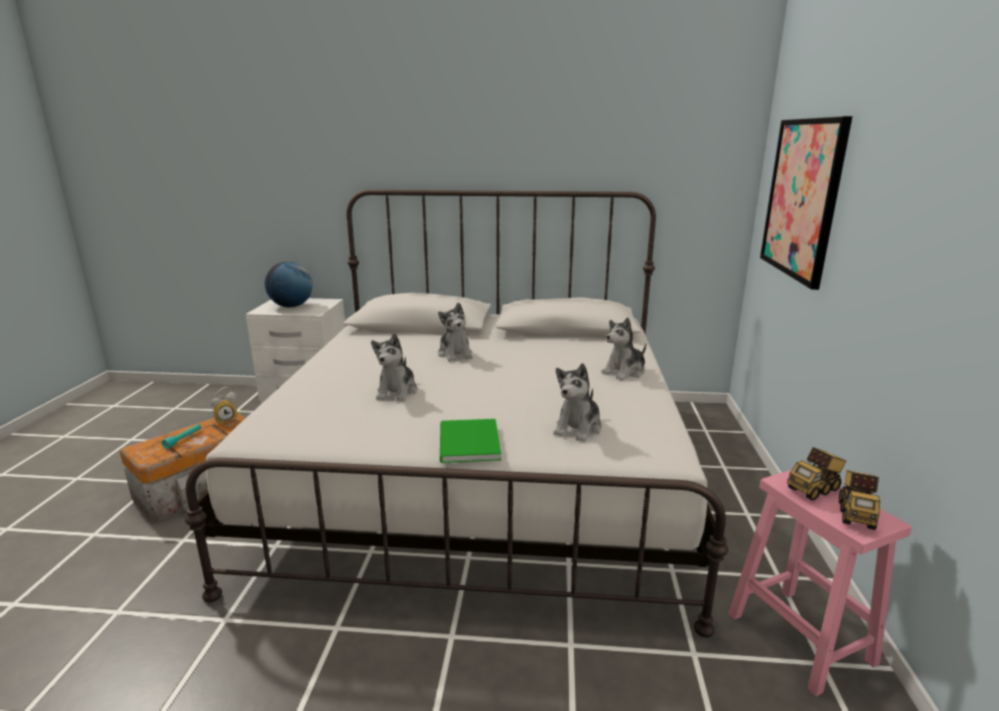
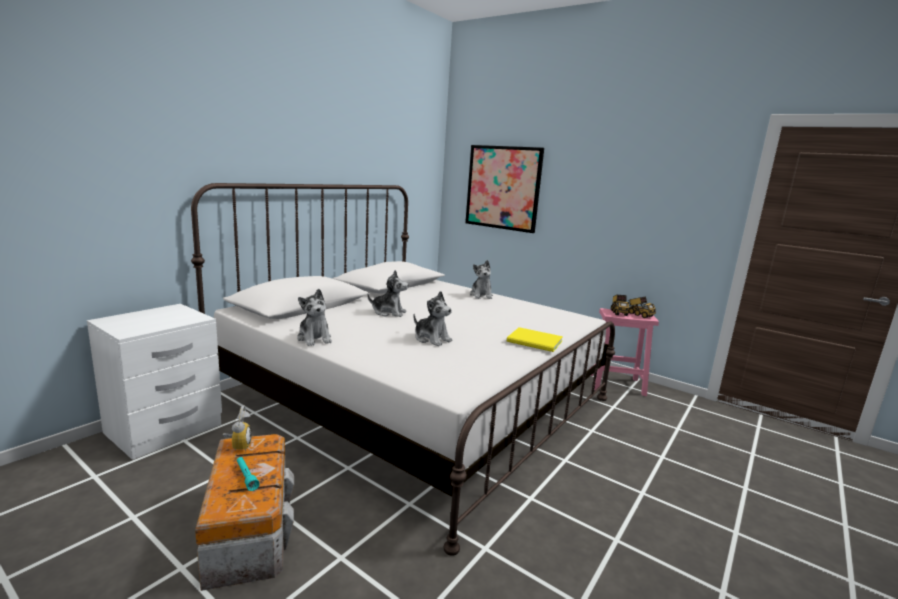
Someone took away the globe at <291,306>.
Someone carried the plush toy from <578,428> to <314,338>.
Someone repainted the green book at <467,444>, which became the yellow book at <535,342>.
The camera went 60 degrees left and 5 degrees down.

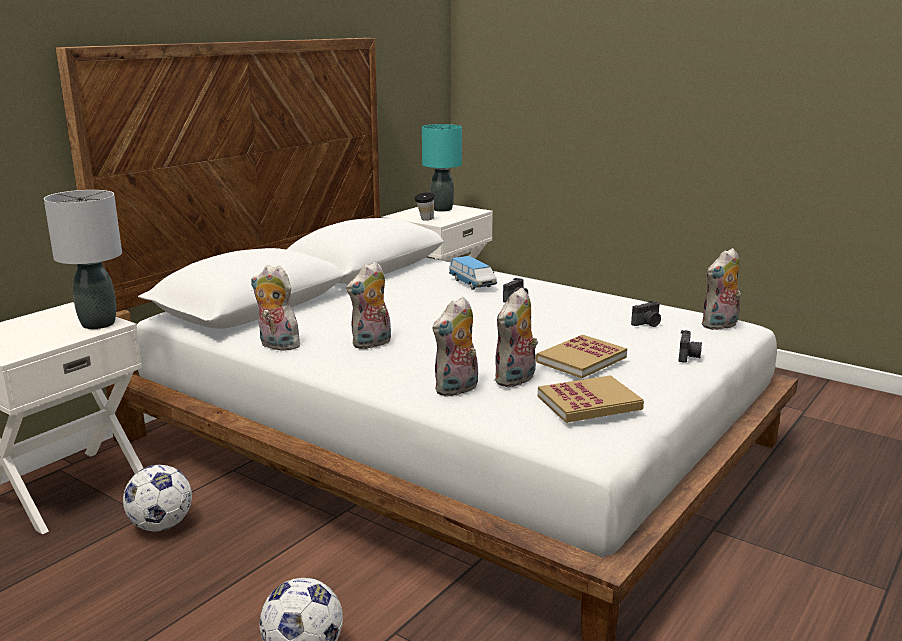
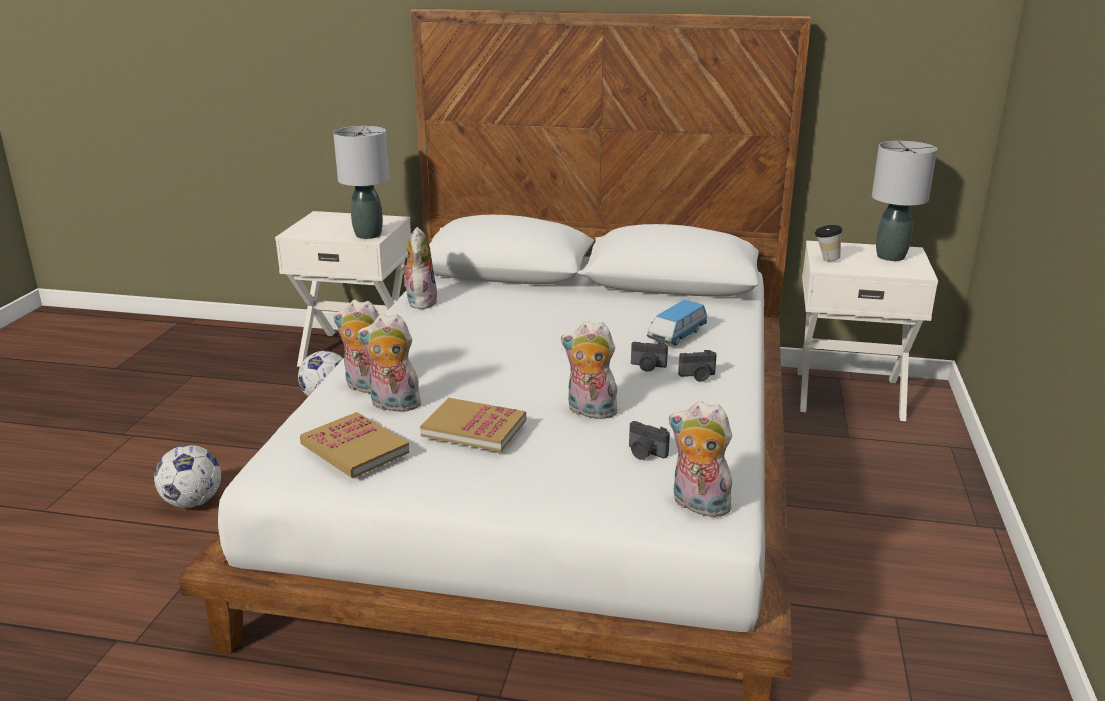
Someone repainted the turquoise table lamp at <441,209>, which became the grey table lamp at <891,256>.
Someone carried the plush toy from <372,344> to <589,412>.
Someone carried the photo camera from <689,356> to <698,376>.
The camera went 65 degrees right and 5 degrees up.

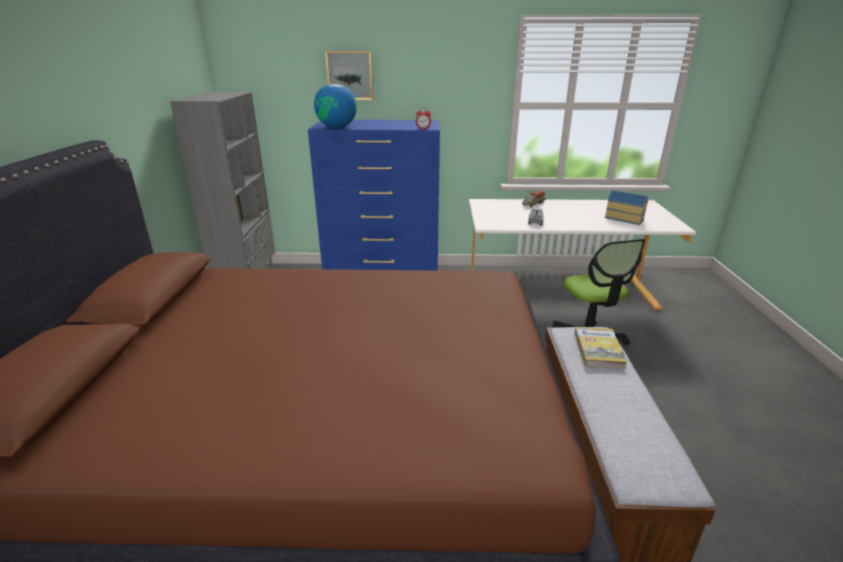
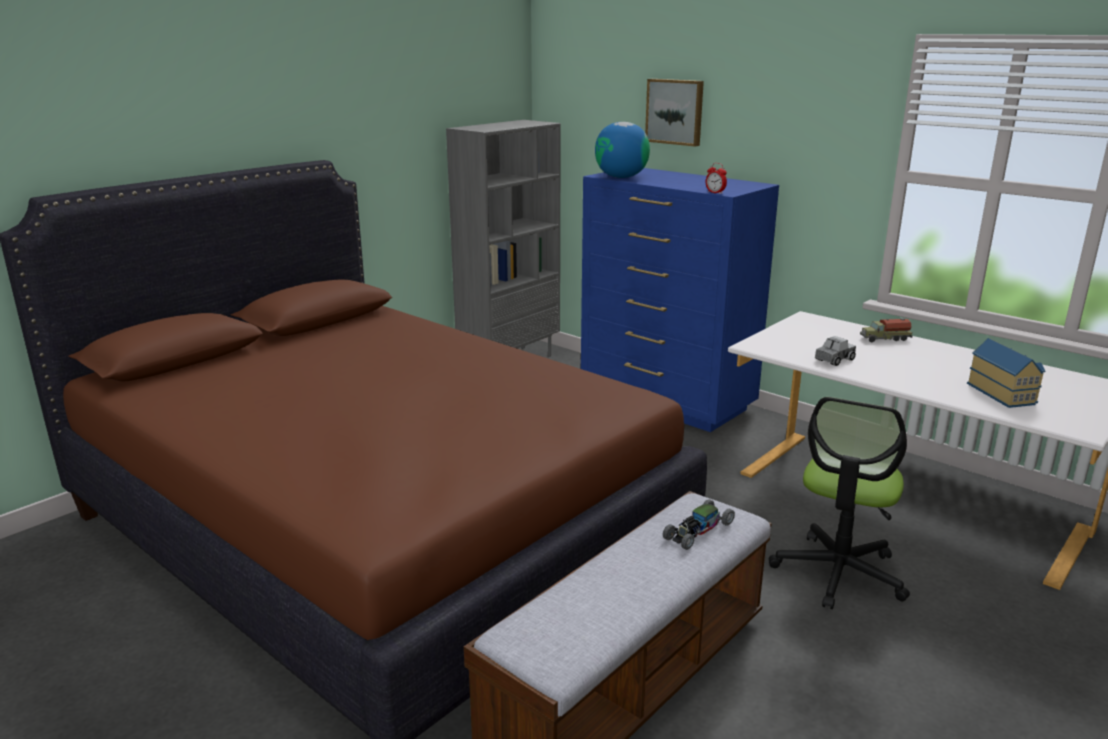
Someone swapped the book at <598,350> for the toy car at <698,531>.
The camera went 40 degrees right and 5 degrees down.

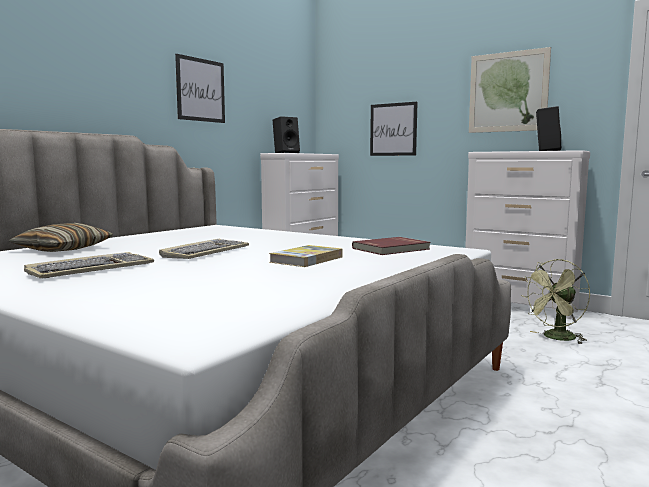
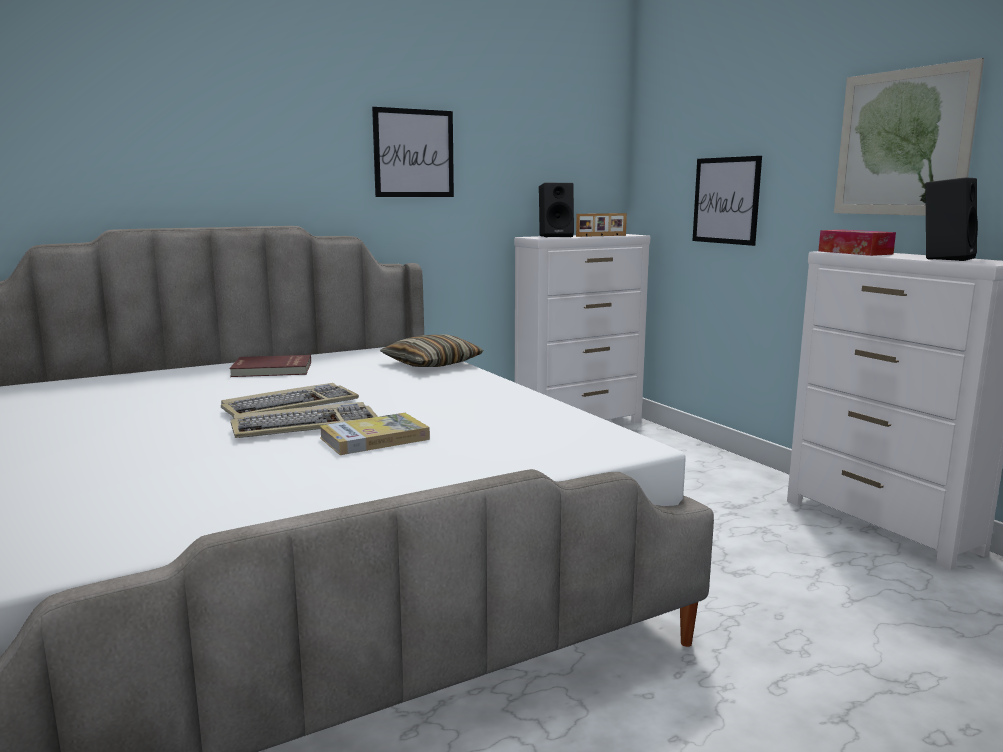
Someone carried the pillow from <63,249> to <432,364>.
Someone carried the red book from <392,249> to <272,370>.
Someone carried the keyboard from <91,269> to <306,425>.
Someone took away the green fan at <556,338>.
Someone put down the picture frame at <601,236>.
Someone put down the tissue box at <854,252>.
The camera went 25 degrees right and 5 degrees up.

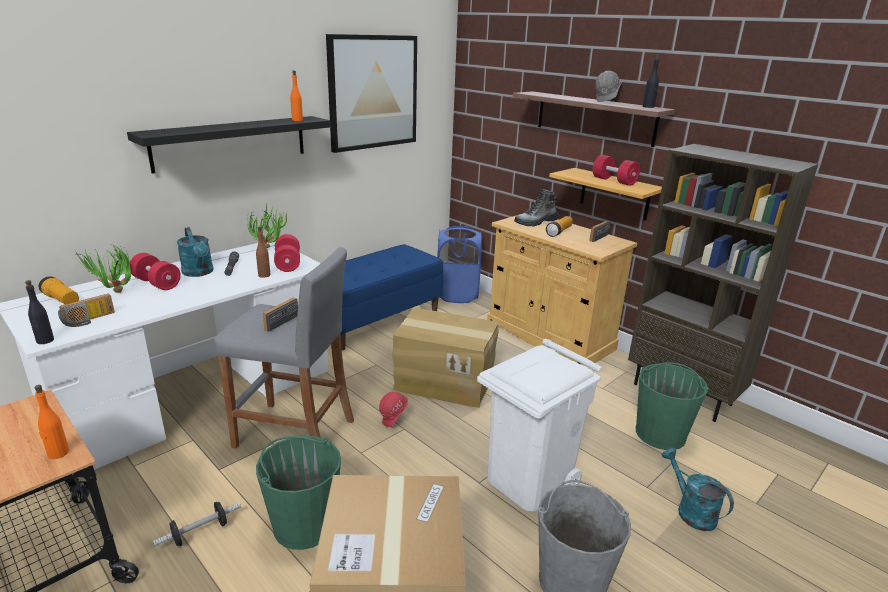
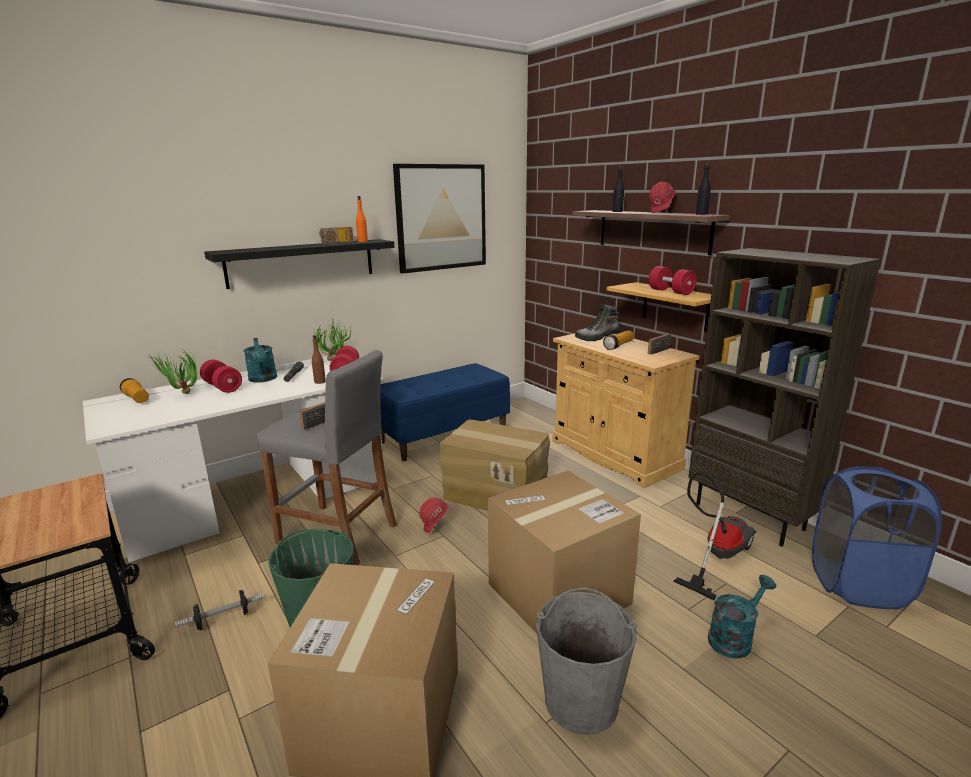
Someone repainted the grey hard hat at <606,101>, which became the red hard hat at <661,212>.
Someone carried the blue laundry basket from <457,295> to <858,585>.
Someone carried the black bottle from <45,341> to <617,211>.
Someone carried the radio from <89,320> to <338,243>.
Someone swapped the white trash can at <528,480> for the cardboard box at <558,593>.
Someone swapped the green bucket at <660,434> for the vacuum cleaner at <716,555>.
Someone took away the orange bottle at <58,453>.
Someone rotated the turquoise watering can at <690,511> by 75 degrees clockwise.
The camera went 10 degrees right and 5 degrees down.

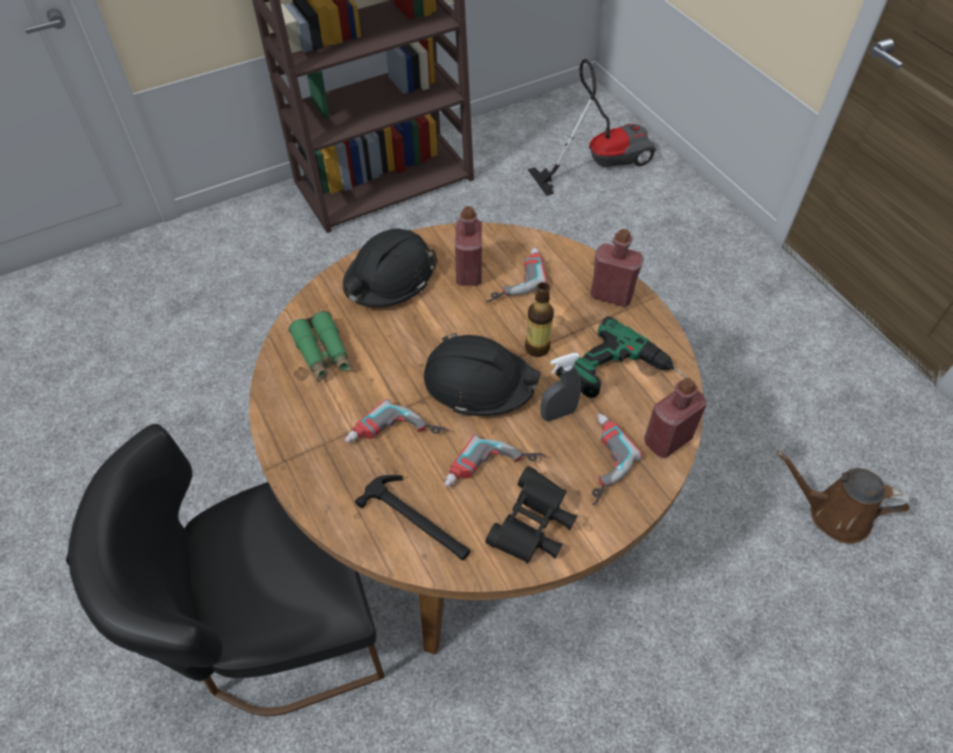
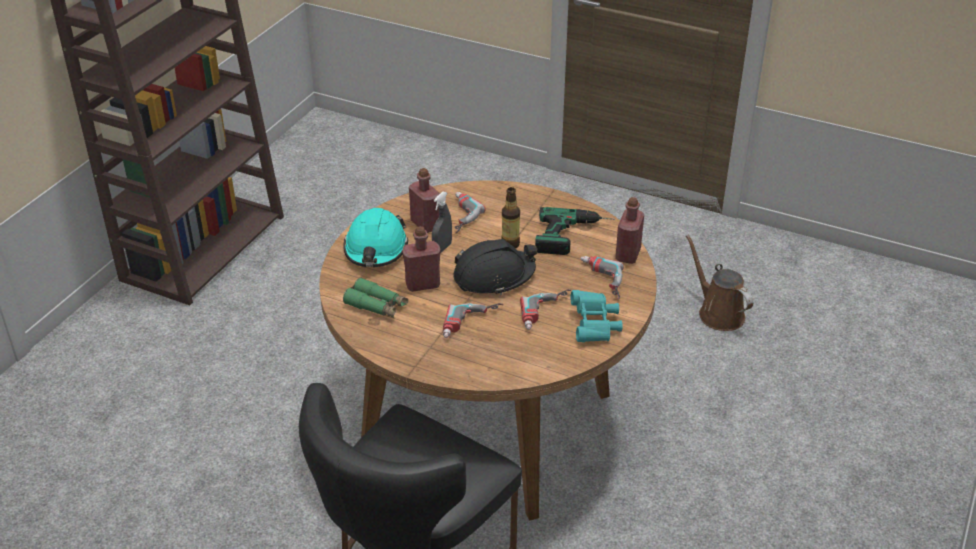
Someone took away the vacuum cleaner at <599,161>.
Someone repainted the black hard hat at <389,279>, which became the turquoise hard hat at <376,249>.
Someone carried the red bottle from <611,295> to <422,284>.
Someone carried the grey spray bottle from <558,413> to <442,248>.
Someone rotated the brown watering can at <833,514> by 75 degrees clockwise.
Someone repainted the black binoculars at <532,527>, which became the turquoise binoculars at <595,326>.
Someone took away the hammer at <418,520>.
The camera went 35 degrees left and 15 degrees down.

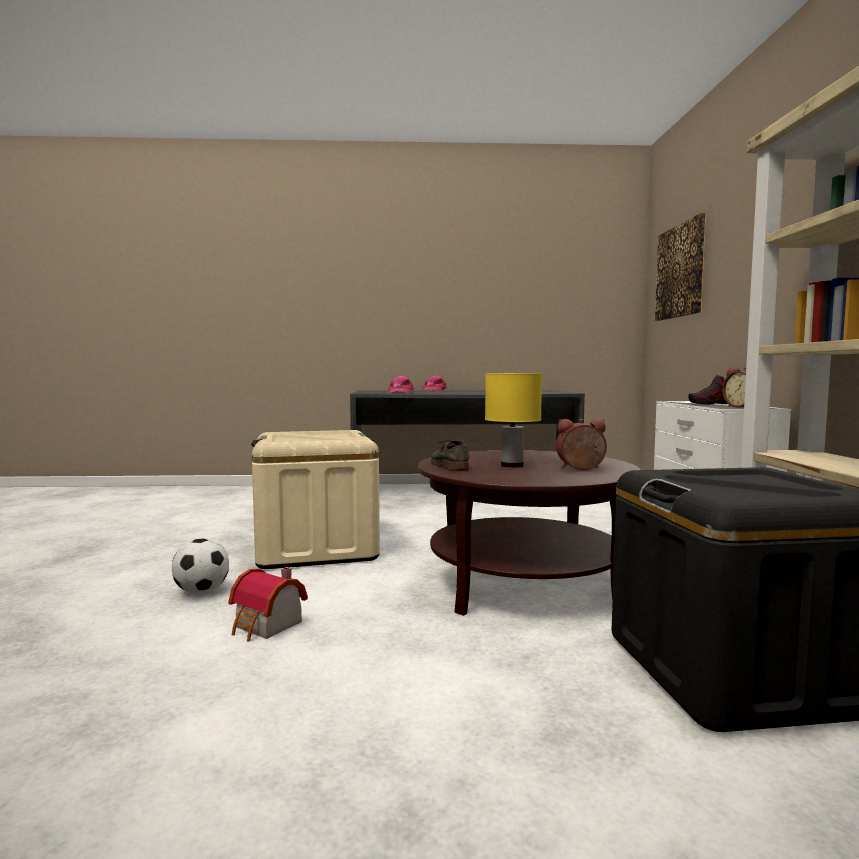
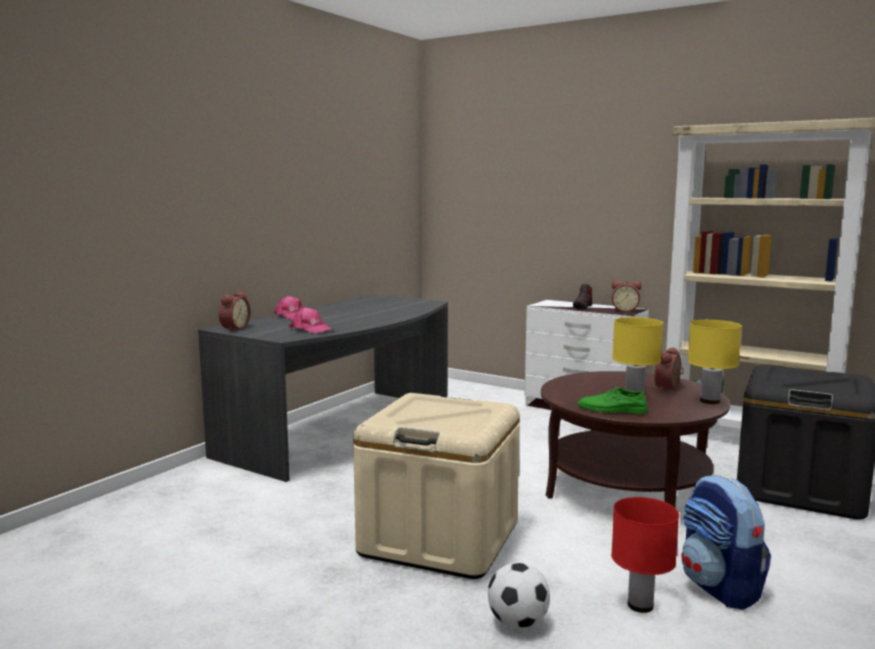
Someone took away the picture at <681,271>.
Someone repainted the grey shoe at <448,465>, which became the green shoe at <612,410>.
Someone swapped the toy house at <267,626> for the red table lamp at <641,605>.
Someone put down the alarm clock at <233,328>.
Someone put down the yellow table lamp at <710,401>.
Someone put down the backpack at <720,588>.
The camera went 55 degrees left and 5 degrees up.

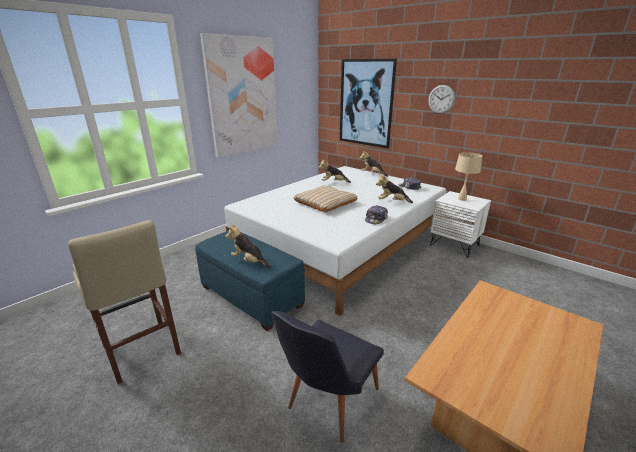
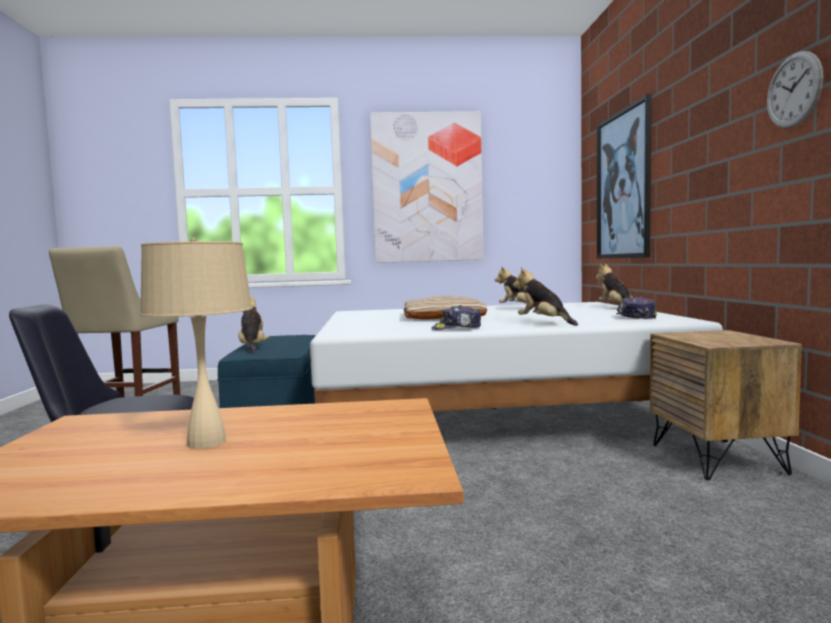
Someone carried the wall clock from <441,99> to <793,90>.
Someone carried the beige table lamp from <462,199> to <206,442>.
Someone repainted the white nightstand at <454,245>, which became the brown nightstand at <718,459>.
The camera went 45 degrees right and 20 degrees down.

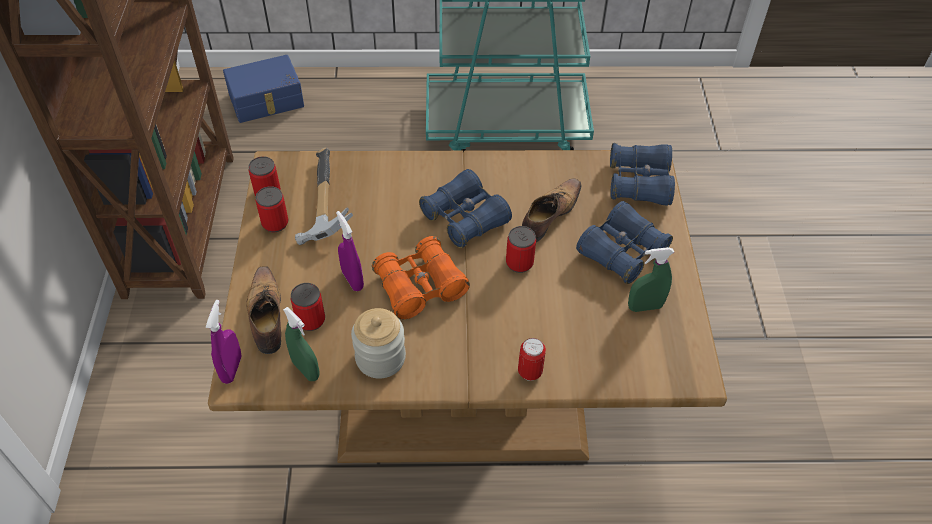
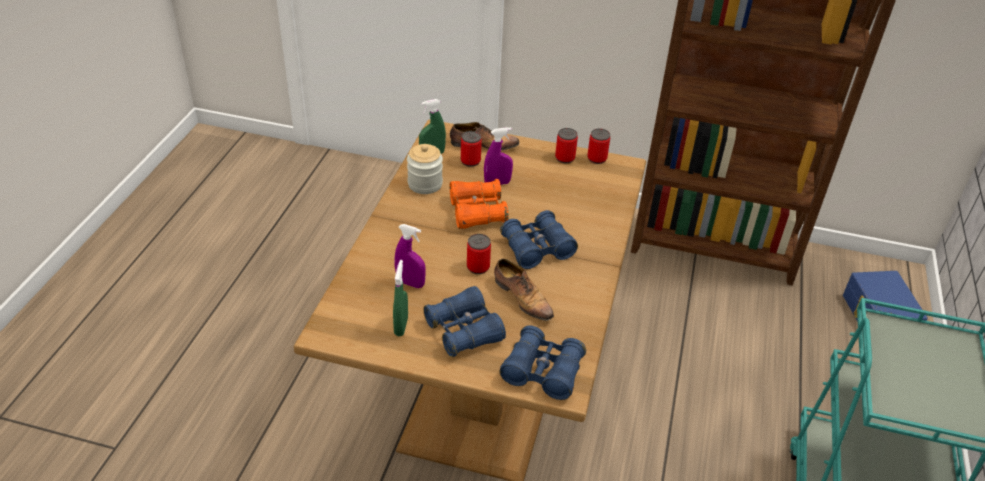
Someone took away the hammer at <319,205>.
Someone carried the purple spray bottle from <232,369> to <410,283>.
Someone took away the can at <529,372>.
The camera went 105 degrees right and 10 degrees down.

